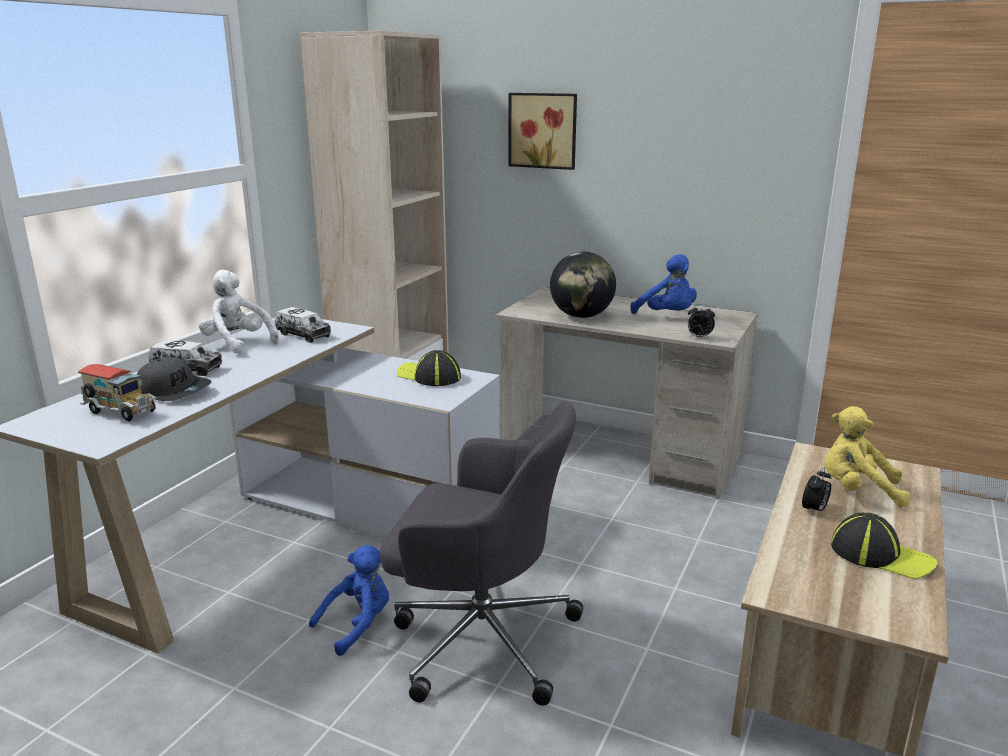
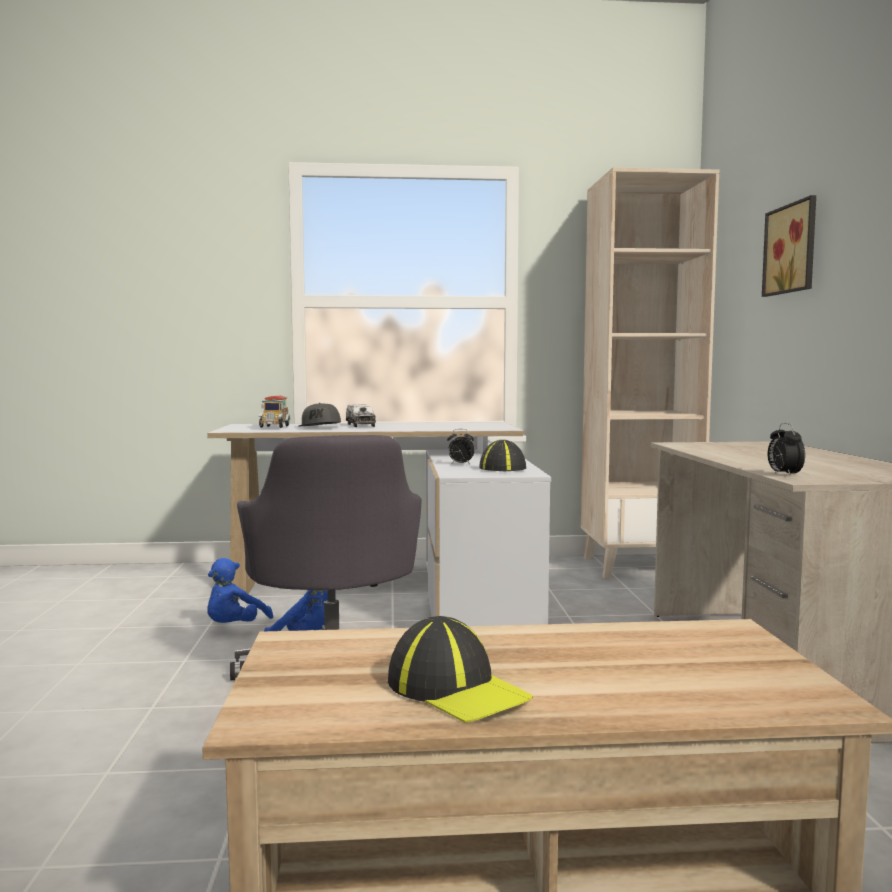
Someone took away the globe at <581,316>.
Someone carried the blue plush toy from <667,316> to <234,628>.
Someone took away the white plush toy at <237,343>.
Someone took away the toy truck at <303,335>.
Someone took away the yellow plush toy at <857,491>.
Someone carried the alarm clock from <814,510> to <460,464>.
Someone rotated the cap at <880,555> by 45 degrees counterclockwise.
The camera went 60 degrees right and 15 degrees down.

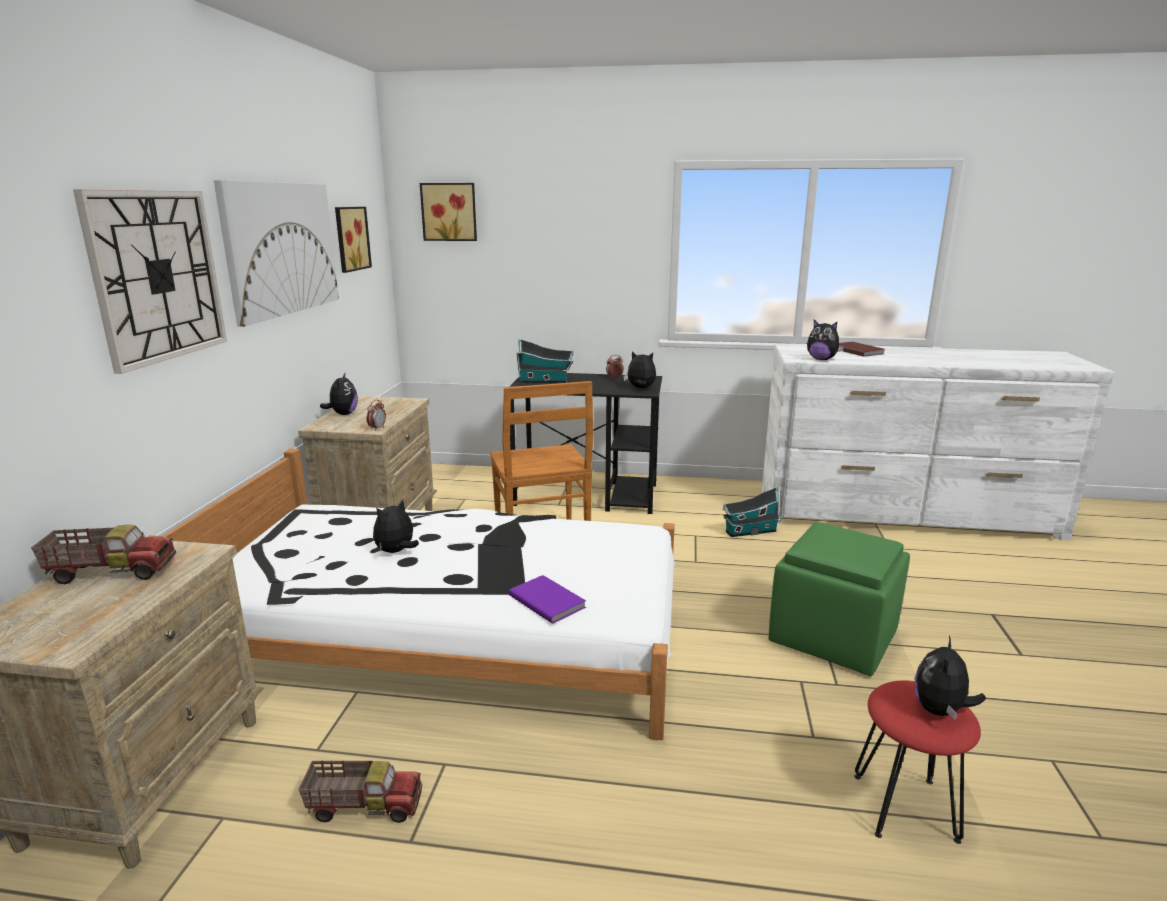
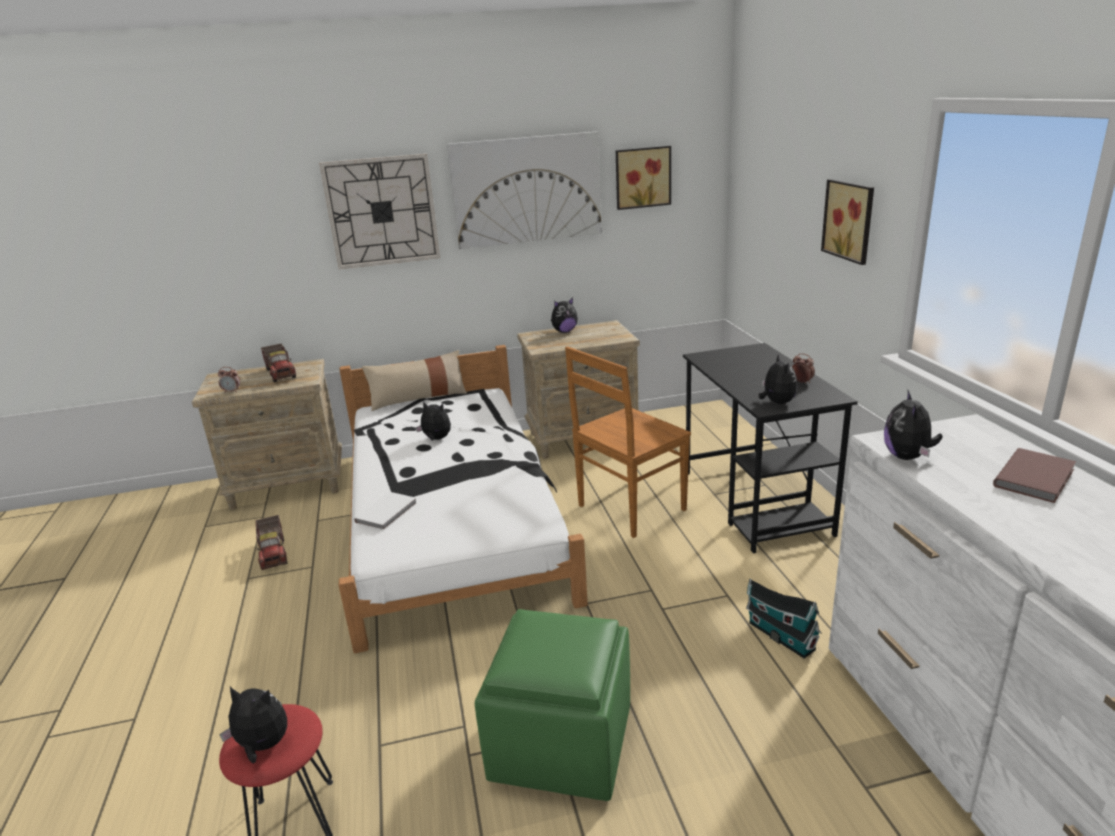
Someone carried the picture from <449,212> to <850,220>.
Someone took away the toy house at <545,381>.
Someone carried the alarm clock from <377,428> to <232,391>.
Someone repainted the purple book at <547,600>, which became the white book at <388,512>.
Someone put down the beige pillow at <418,398>.
The camera went 70 degrees right and 5 degrees up.

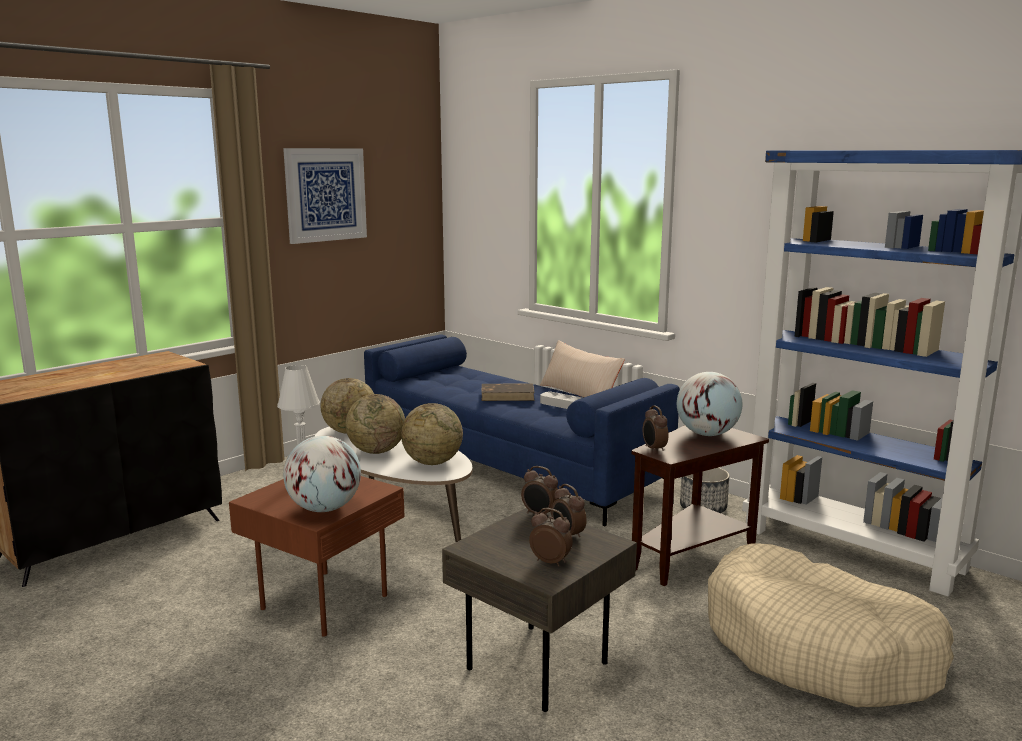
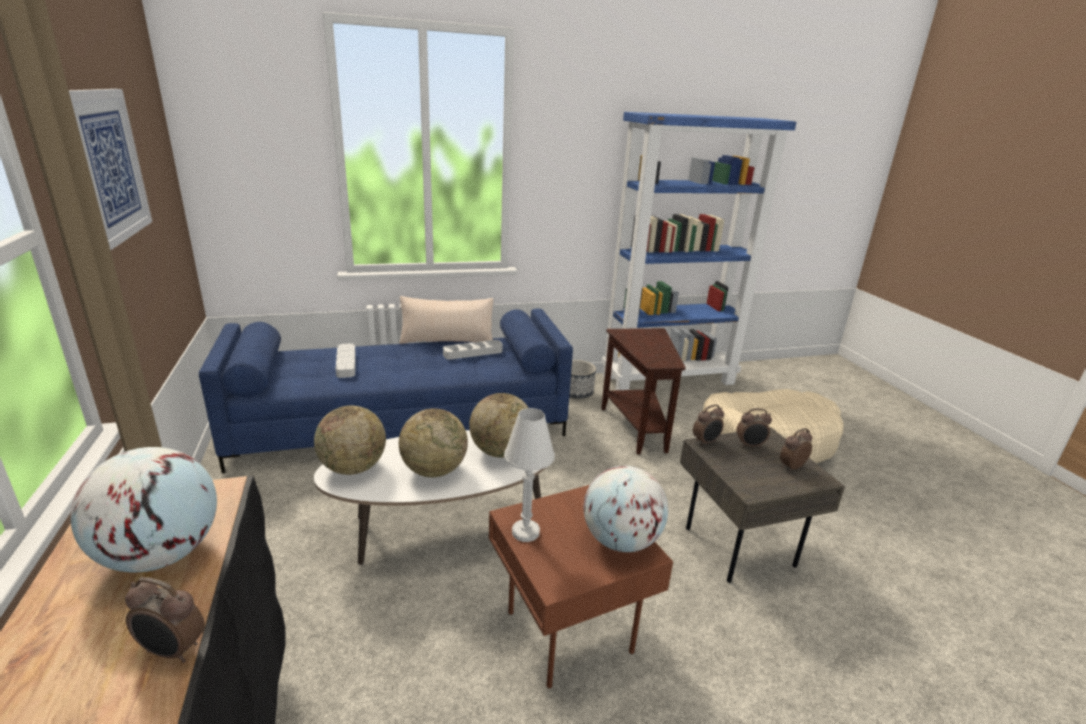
Someone carried the globe from <707,434> to <161,554>.
Someone took away the brown book at <508,395>.
Someone carried the alarm clock from <653,449> to <173,651>.
Someone put down the grey tray at <346,363>.
The camera went 60 degrees left and 10 degrees up.

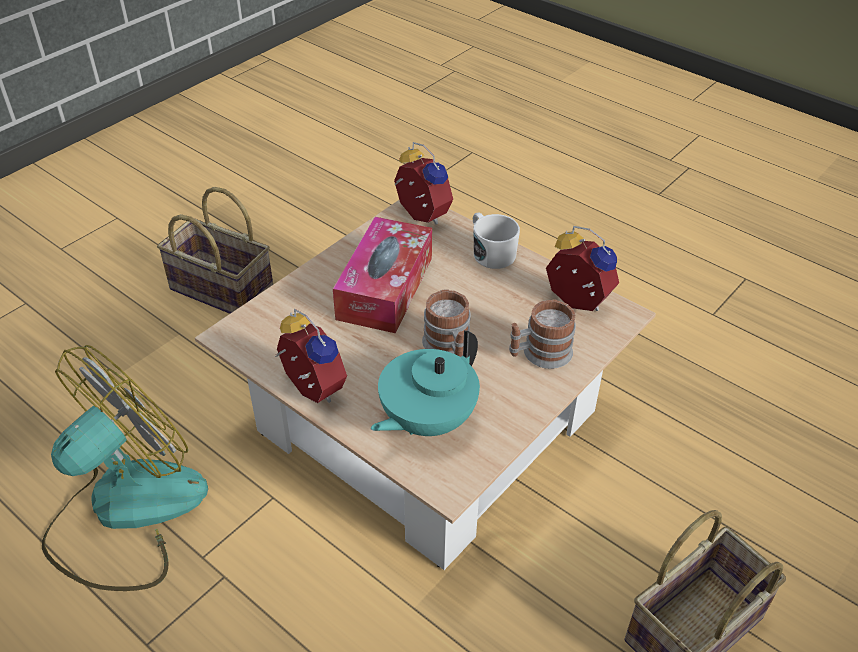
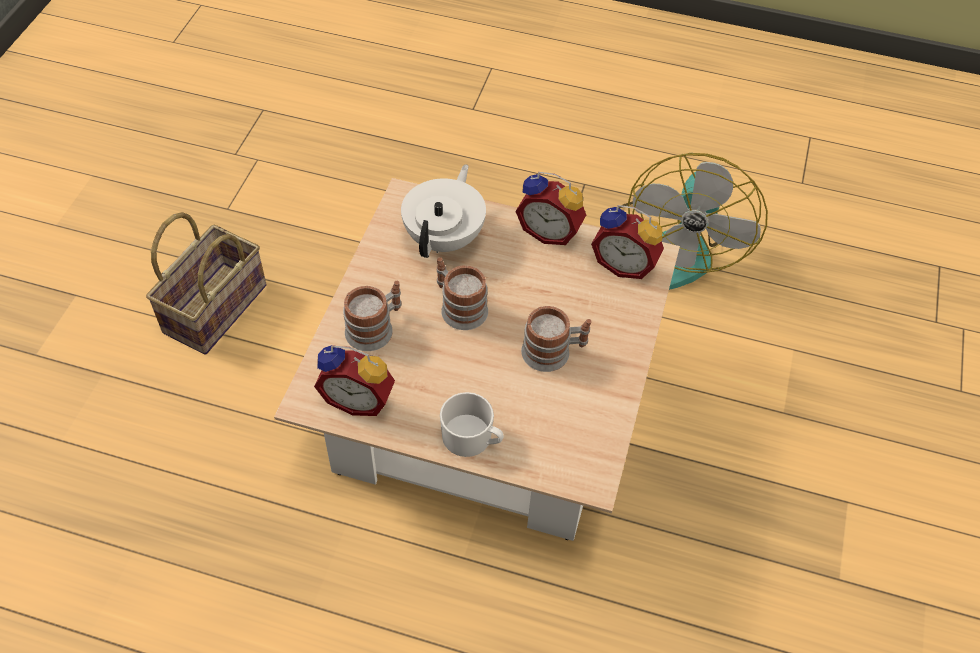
Someone carried the alarm clock from <419,216> to <625,264>.
Someone took away the basket at <218,290>.
Someone swapped the tissue box at <385,288> for the mug at <554,352>.
Someone repainted the turquoise teapot at <426,420>, which became the white teapot at <445,238>.
The camera went 155 degrees right and 10 degrees up.

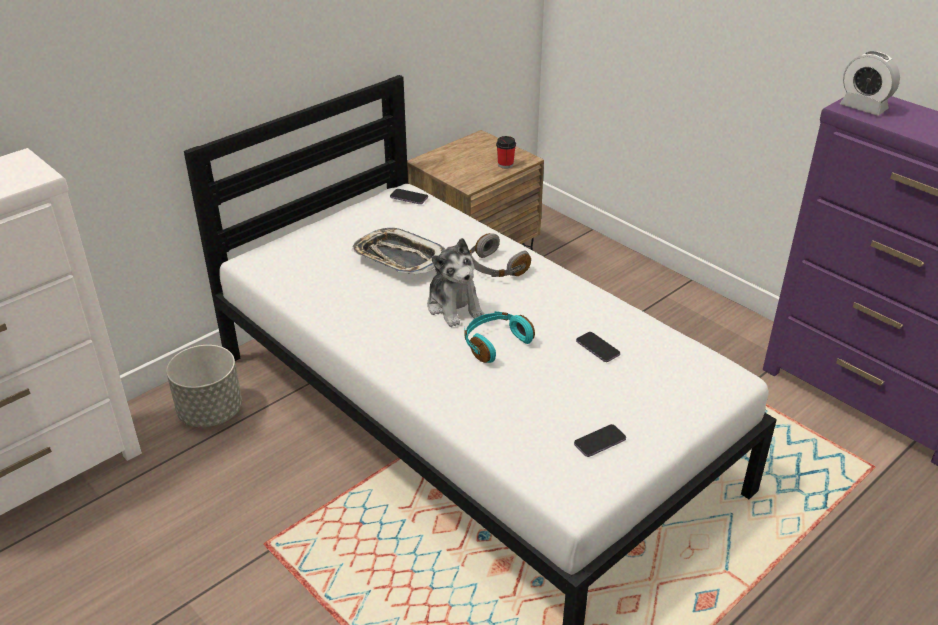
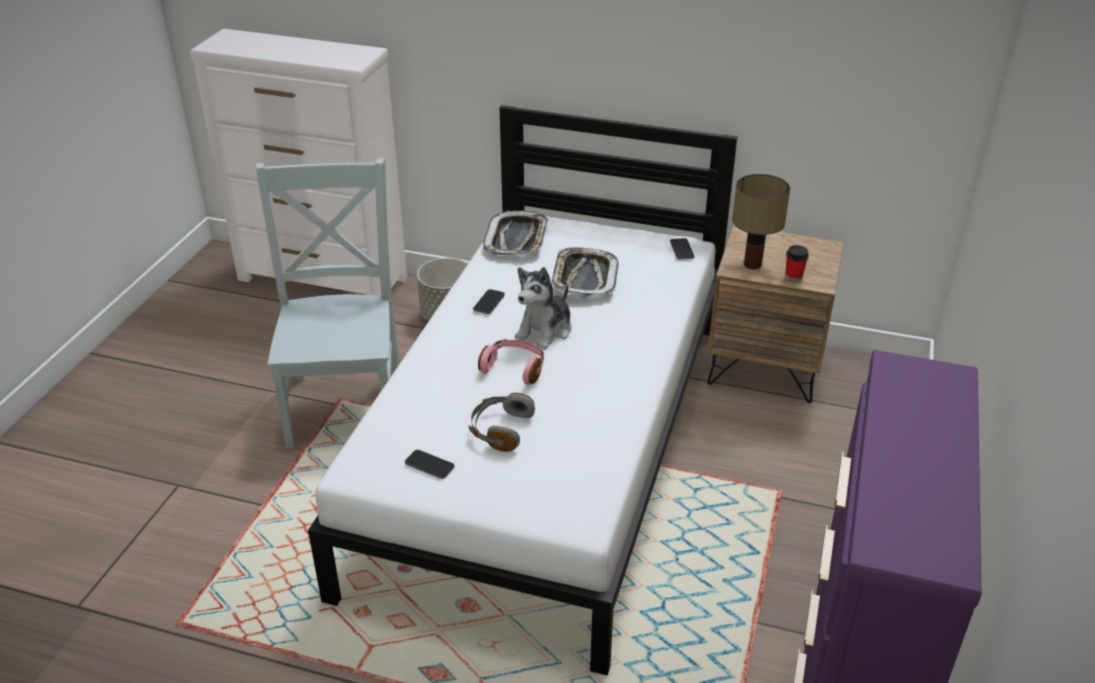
Someone took away the alarm clock at <863,107>.
Someone carried the grey headphones from <495,268> to <500,429>.
Someone repainted the turquoise headphones at <495,343>, which became the pink headphones at <514,368>.
Someone carried the phone from <597,348> to <489,303>.
Someone put down the grey chair at <346,402>.
Someone put down the table lamp at <753,264>.
Someone put down the tray at <516,239>.
The camera went 60 degrees right and 0 degrees up.

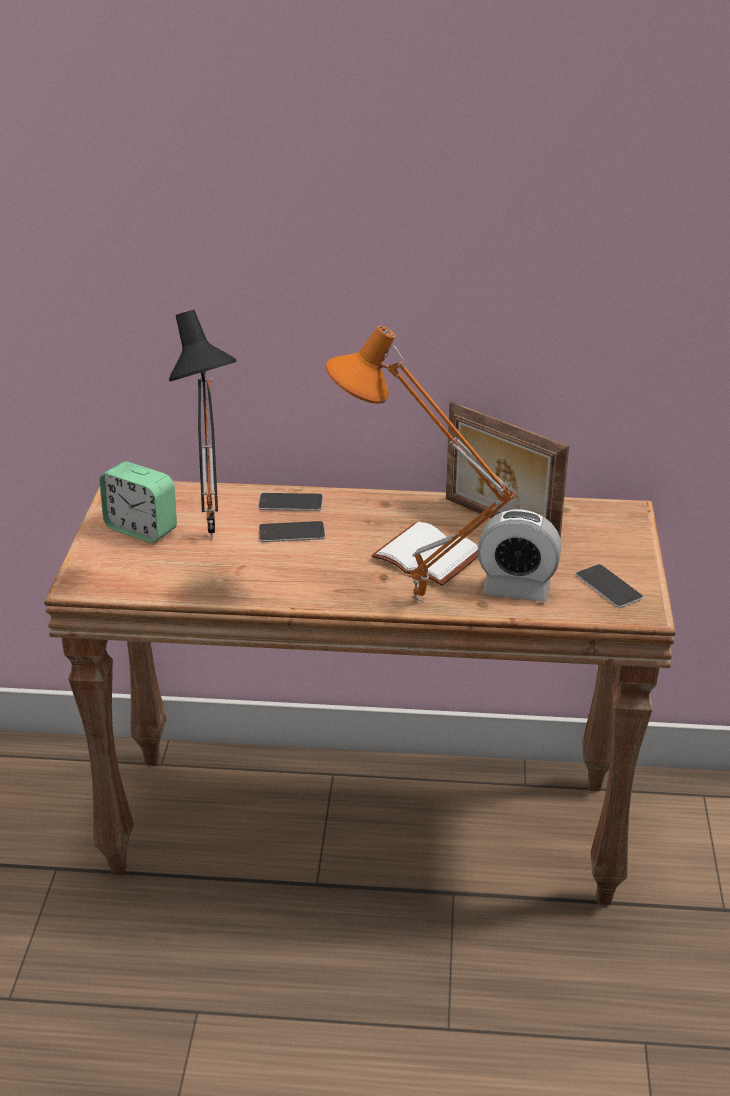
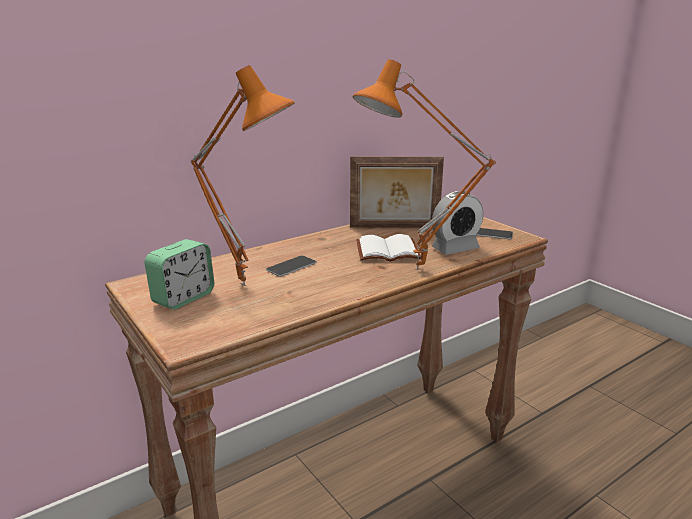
Someone repainted the black table lamp at <217,536>, which became the orange table lamp at <246,283>.
Someone rotated the alarm clock at <141,529> by 45 degrees counterclockwise.
Someone took away the phone at <290,502>.
The camera went 40 degrees left and 10 degrees down.

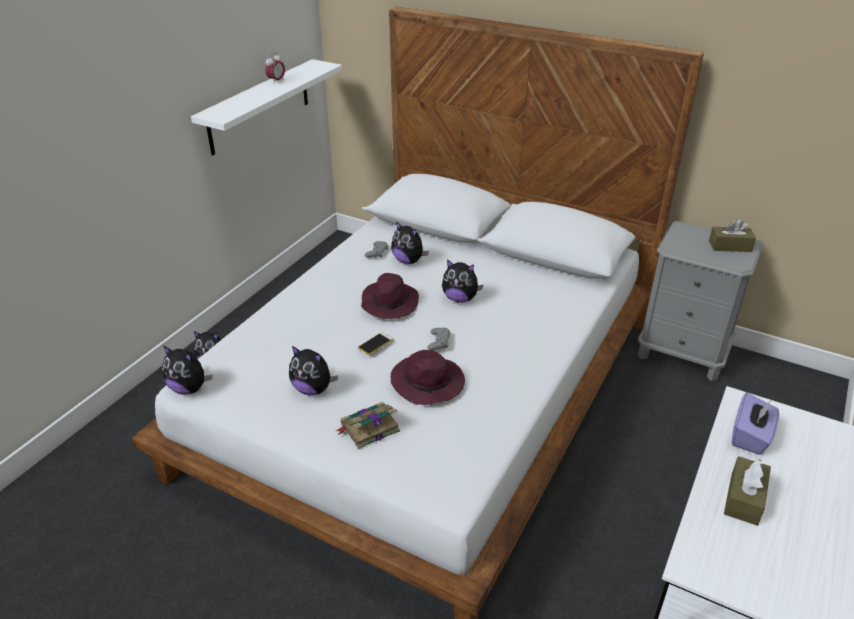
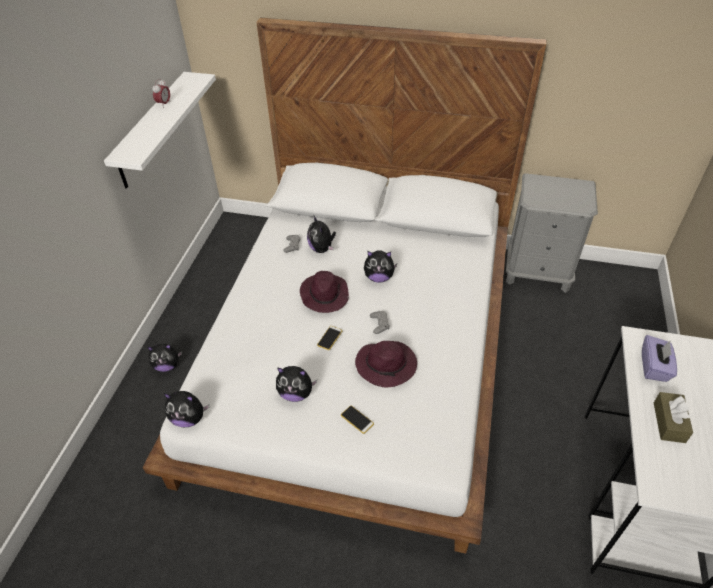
Someone took away the brown tissue box at <730,246>.
Someone rotated the plush toy at <408,261> by 45 degrees clockwise.
Someone swapped the book at <368,428> for the phone at <357,419>.
The camera went 15 degrees left and 10 degrees up.

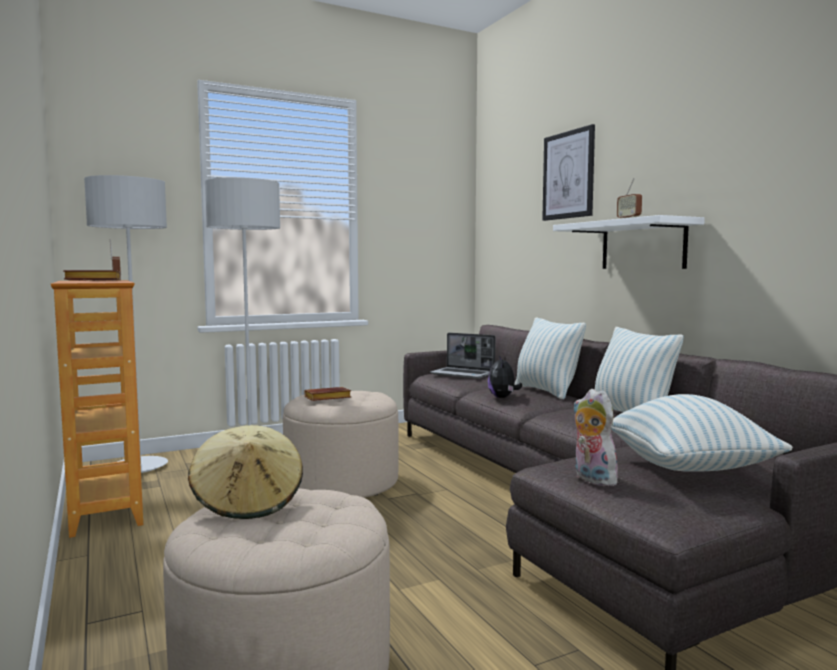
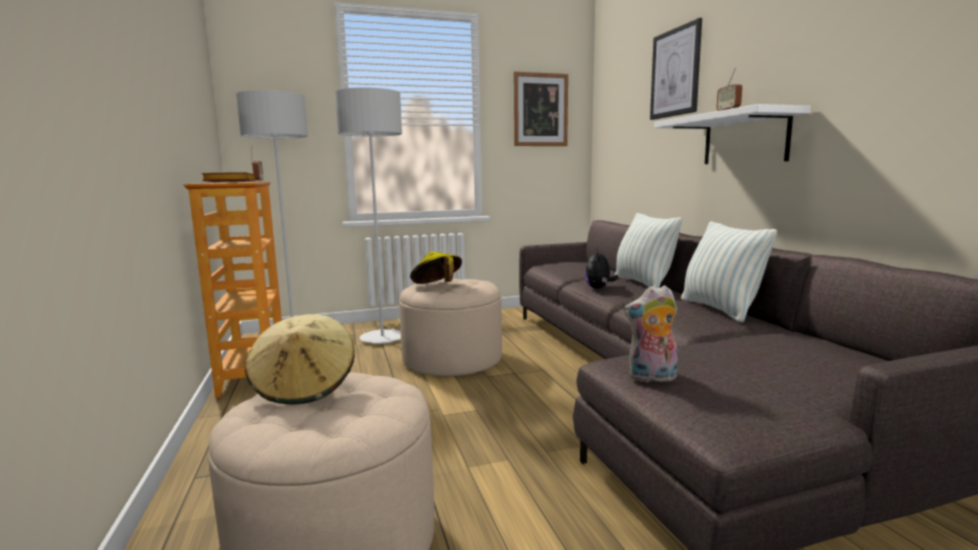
Someone took away the laptop at <463,374>.
Someone swapped the brown book at <326,399> for the yellow hat at <437,286>.
Someone rotated the plush toy at <591,479> by 75 degrees counterclockwise.
Someone took away the pillow at <688,469>.
Someone put up the picture at <540,110>.
The camera went 10 degrees right and 5 degrees up.

